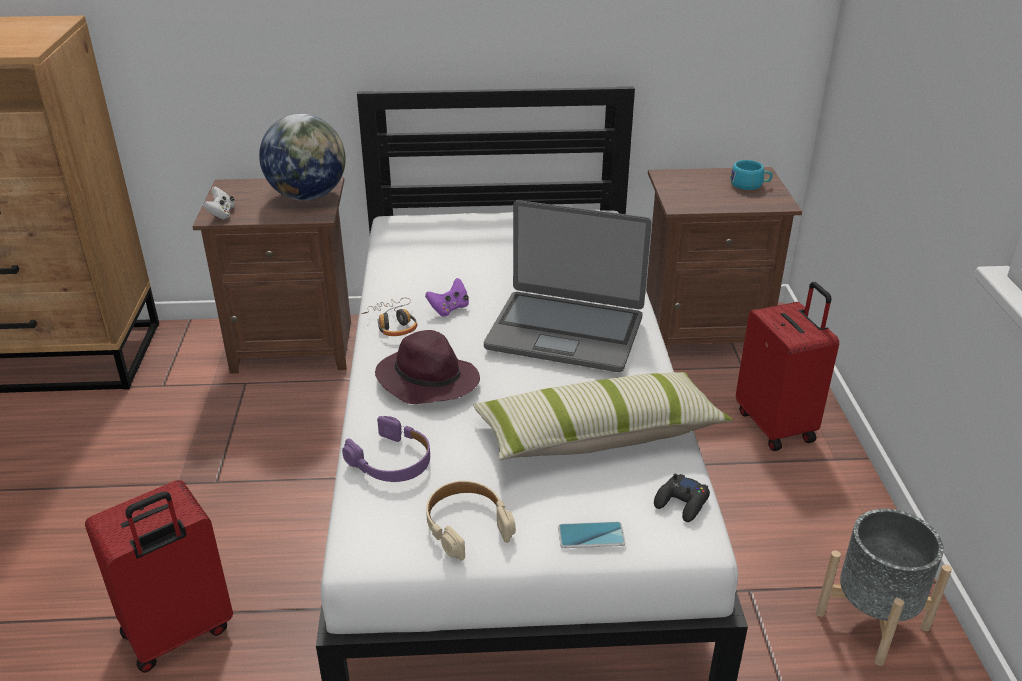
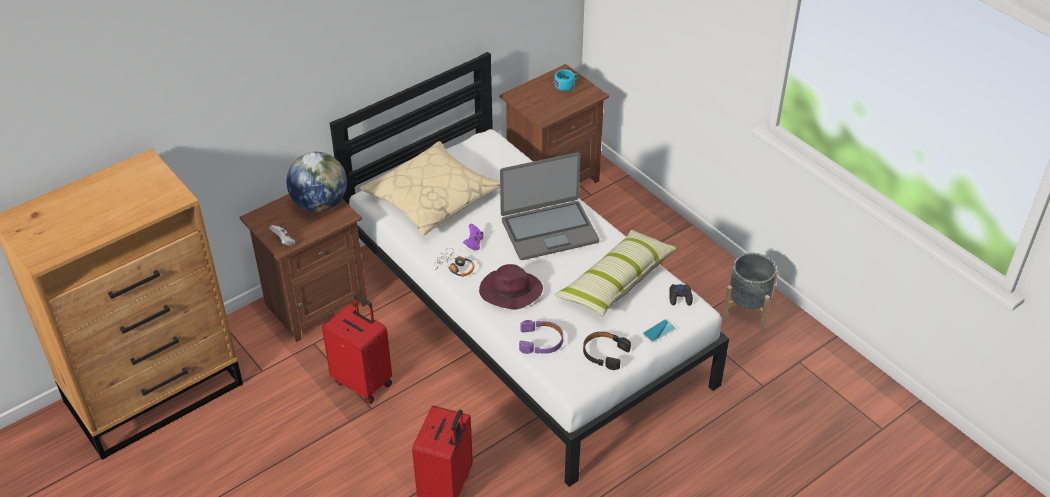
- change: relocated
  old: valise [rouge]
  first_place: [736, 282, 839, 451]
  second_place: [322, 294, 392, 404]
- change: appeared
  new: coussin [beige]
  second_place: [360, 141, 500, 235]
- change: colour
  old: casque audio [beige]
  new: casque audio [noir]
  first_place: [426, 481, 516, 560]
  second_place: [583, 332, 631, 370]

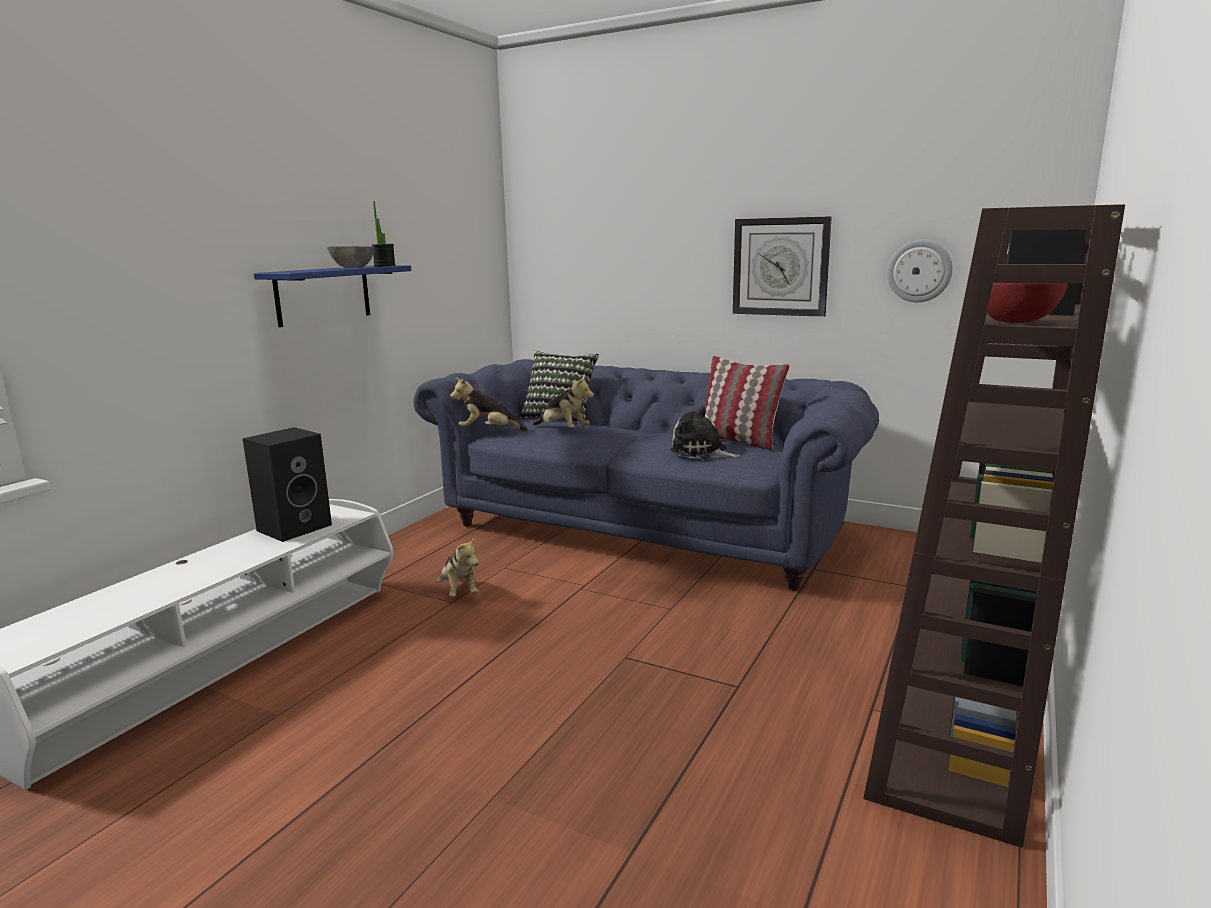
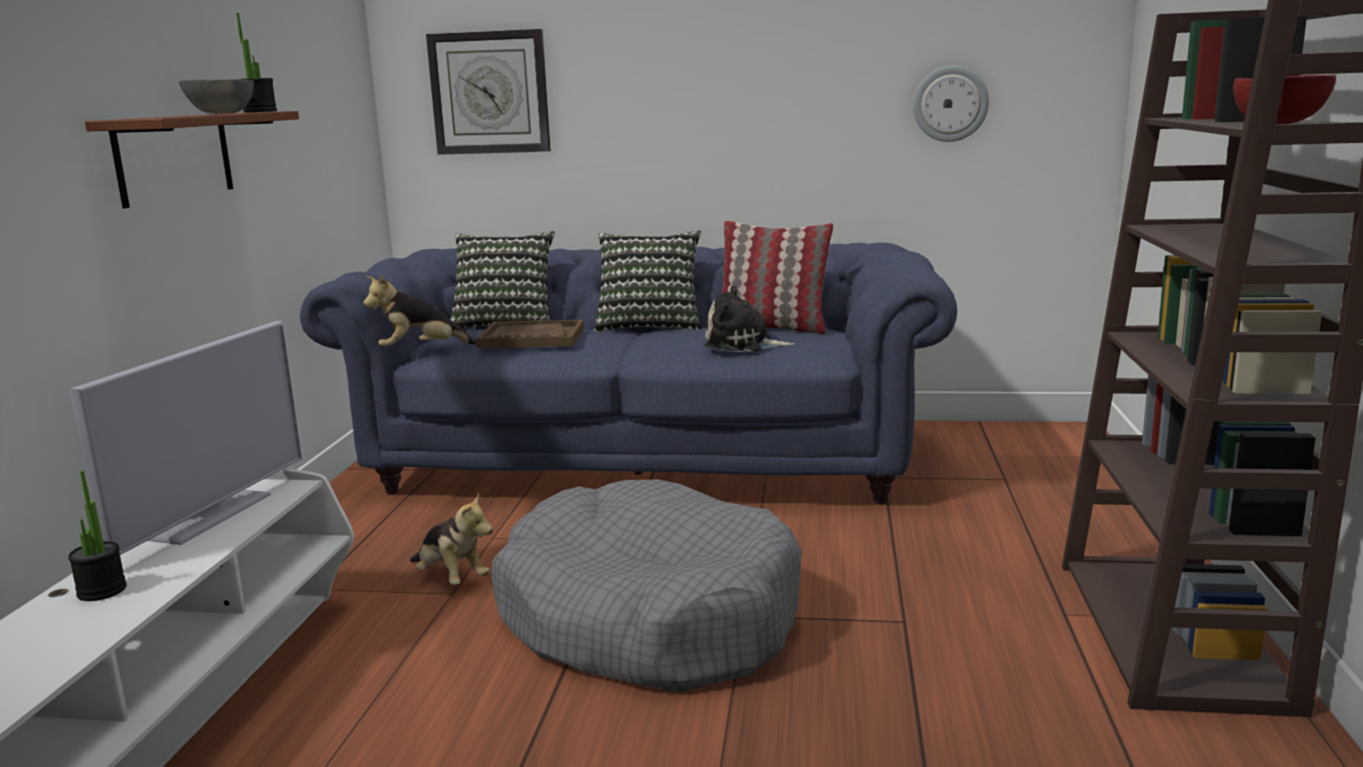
- change: appeared
  new: plante en pot
  second_place: [68, 470, 127, 601]
- change: exchanged
  old: enceinte [noir]
  new: téléviseur
  first_place: [243, 427, 332, 542]
  second_place: [70, 321, 302, 555]
- change: colour
  old: étagère [bleu]
  new: étagère [marron]
  first_place: [254, 265, 411, 327]
  second_place: [85, 111, 299, 208]
- change: relocated
  old: horloge murale
  first_place: [733, 216, 832, 317]
  second_place: [426, 29, 551, 155]
- change: exchanged
  old: peluche
  new: plateau [marron]
  first_place: [533, 375, 594, 428]
  second_place: [476, 320, 584, 348]
- change: appeared
  new: panier pour chien [gris]
  second_place: [491, 479, 802, 692]
- change: appeared
  new: coussin
  second_place: [594, 230, 701, 332]

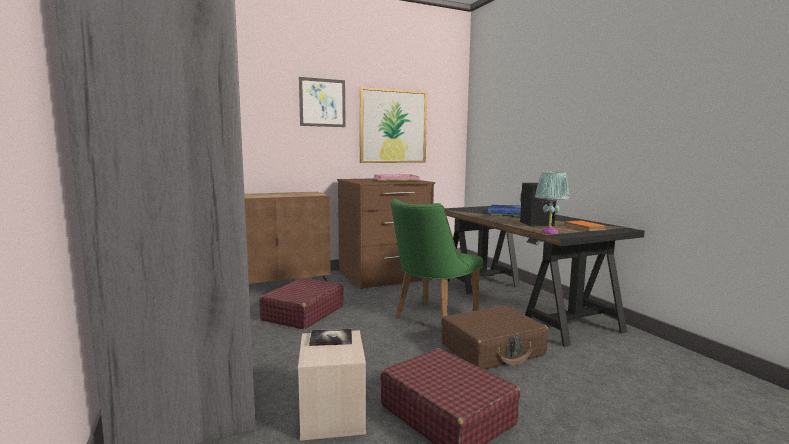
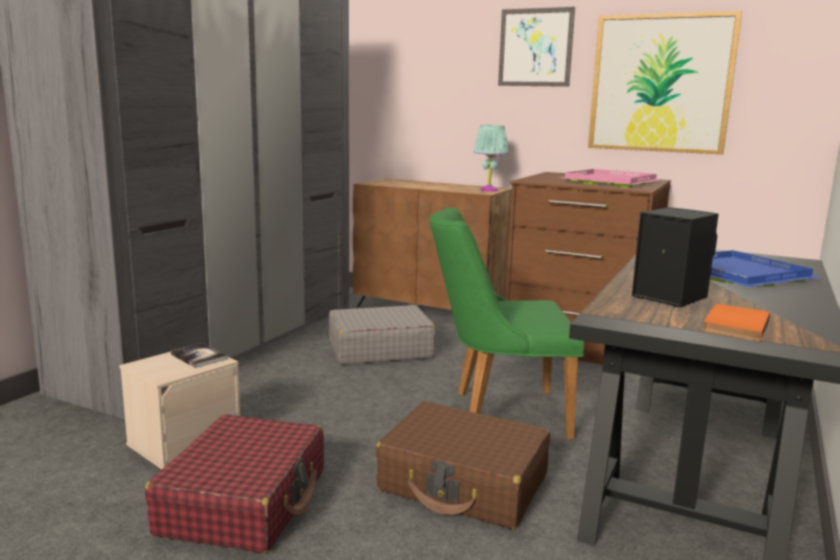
- change: colour
  old: valise [rouge]
  new: valise [gris]
  first_place: [259, 277, 344, 329]
  second_place: [329, 305, 435, 365]
- change: relocated
  old: lampe de table [turquoise]
  first_place: [535, 172, 570, 234]
  second_place: [473, 125, 509, 192]

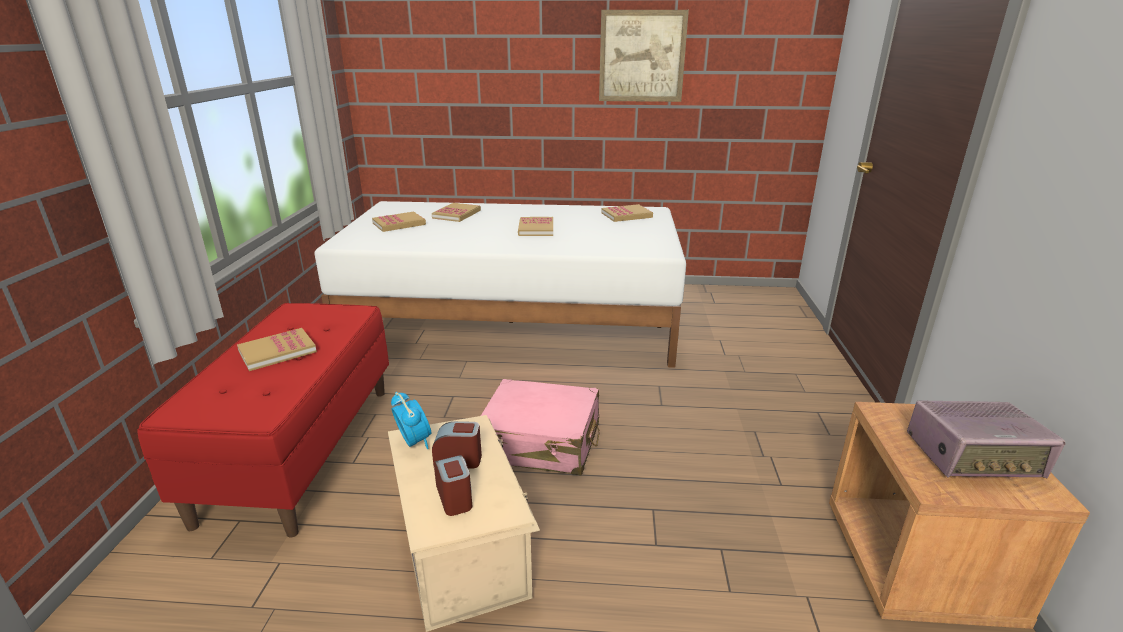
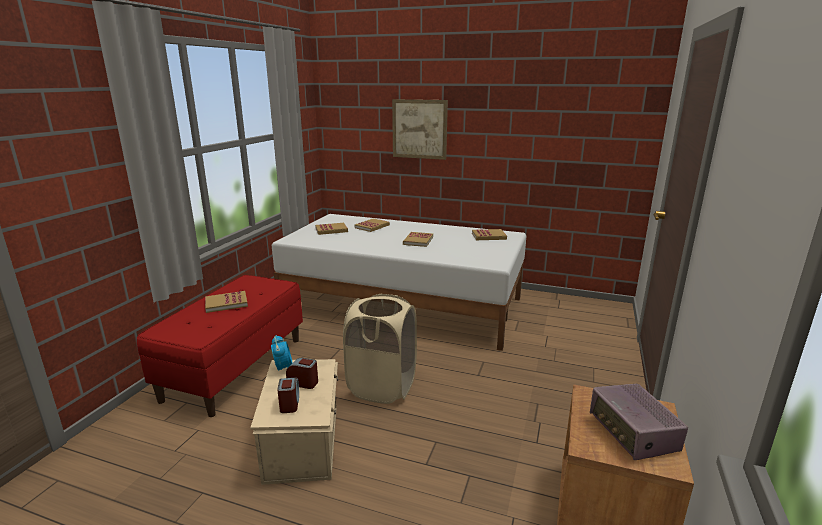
- change: exchanged
  old: valise [rose]
  new: panier à linge [beige]
  first_place: [481, 379, 600, 475]
  second_place: [343, 294, 417, 404]
- change: relocated
  old: tableau
  first_place: [599, 10, 689, 102]
  second_place: [392, 99, 448, 160]
- change: spun
  old: radio
  first_place: [907, 401, 1065, 478]
  second_place: [590, 384, 688, 460]
  degrees: 60

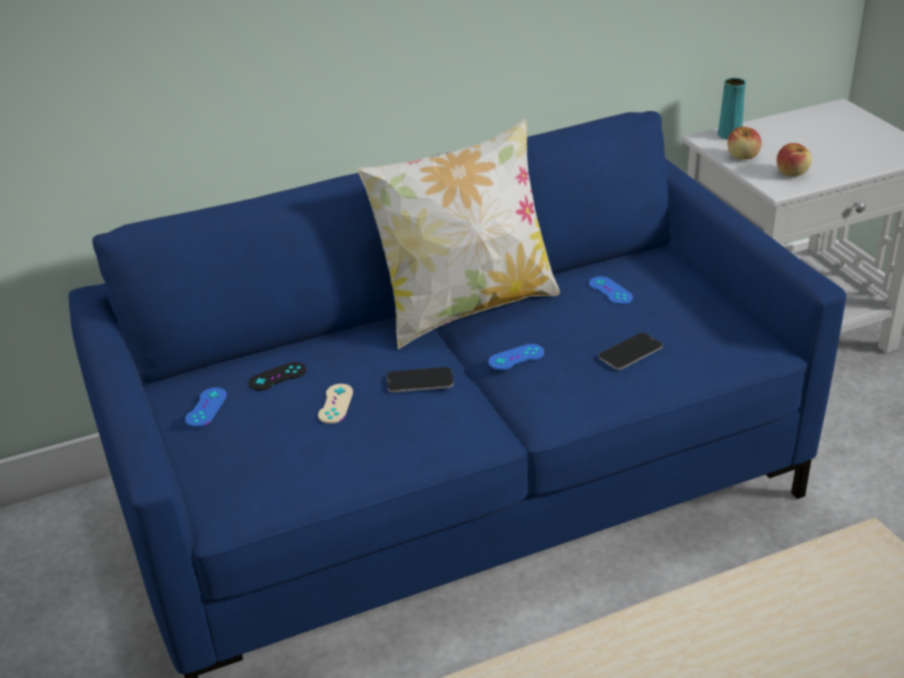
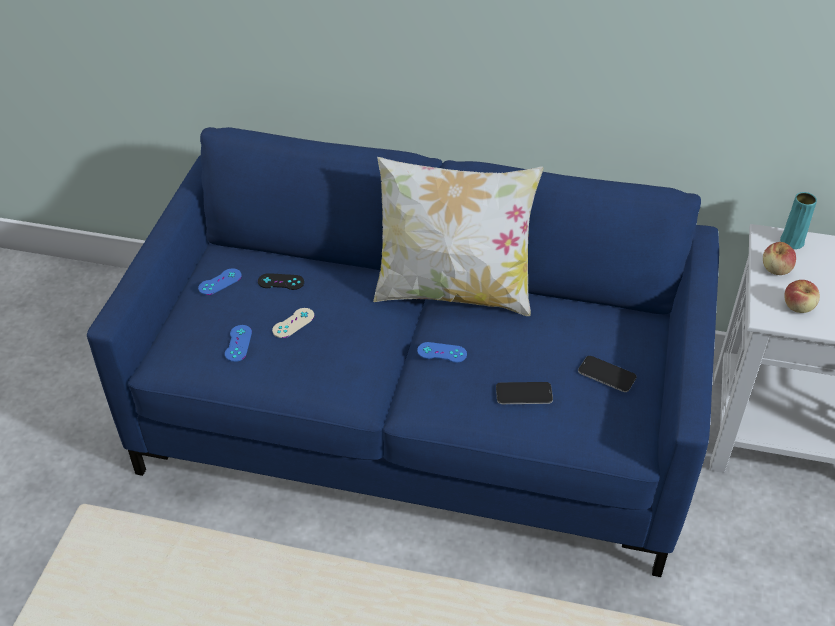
- change: relocated
  old: manette [bleu]
  first_place: [589, 276, 633, 305]
  second_place: [225, 325, 252, 362]
- change: relocated
  old: téléphone
  first_place: [387, 367, 453, 393]
  second_place: [578, 356, 637, 392]

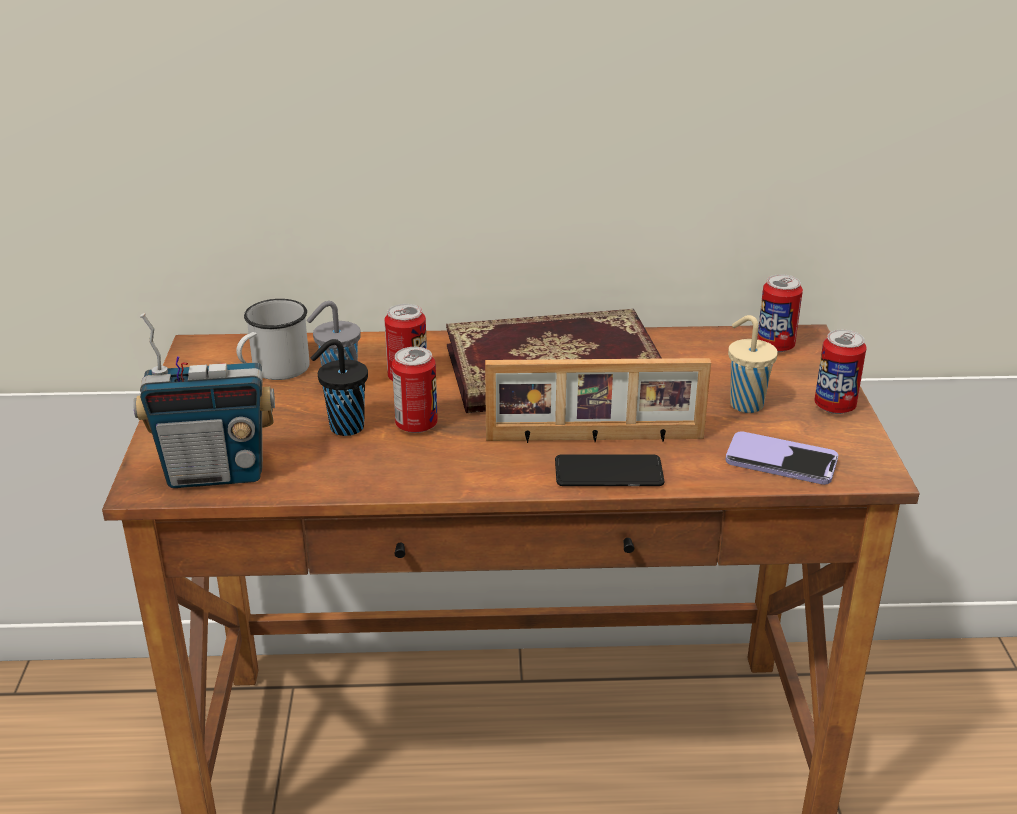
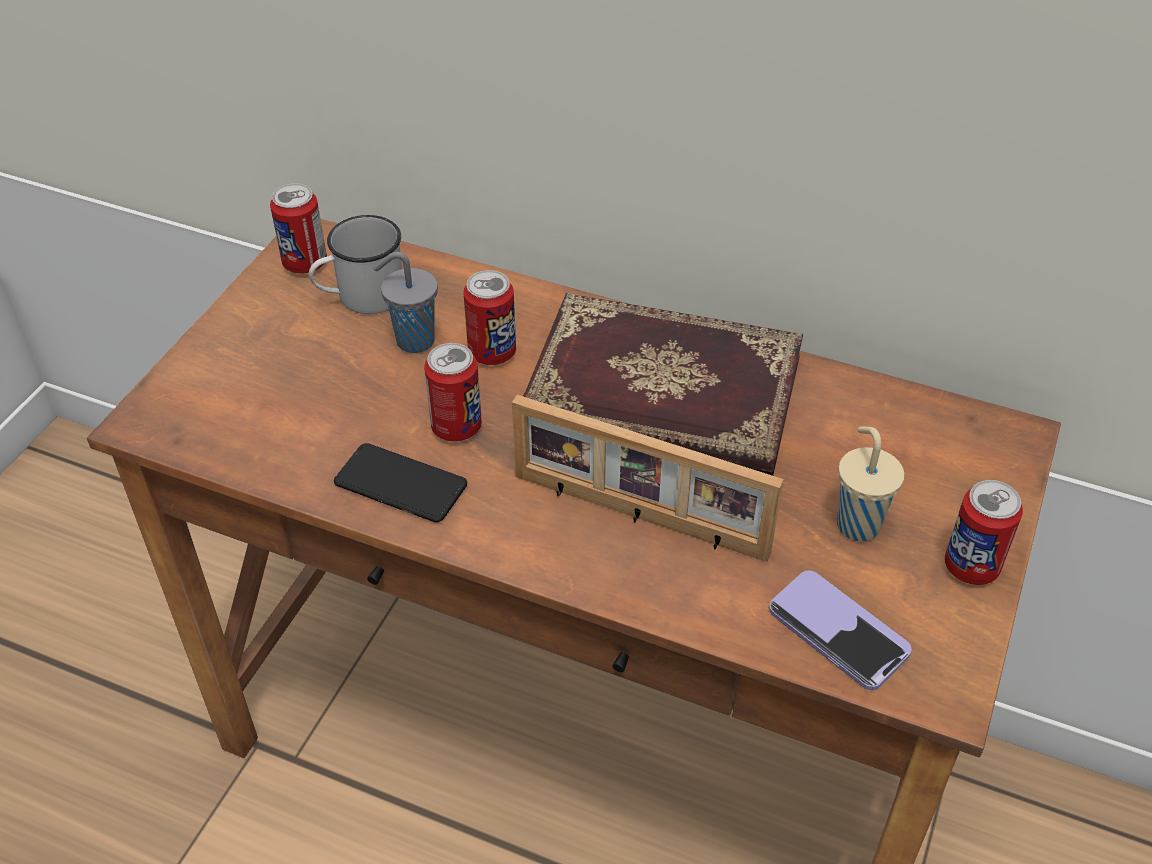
- change: relocated
  old: boîte métallique
  first_place: [757, 274, 803, 353]
  second_place: [270, 183, 327, 273]
- change: relocated
  old: téléphone
  first_place: [555, 454, 664, 486]
  second_place: [334, 443, 467, 522]
- change: missing
  old: radio
  first_place: [133, 313, 275, 488]
- change: missing
  old: tasse [noir]
  first_place: [311, 339, 368, 436]

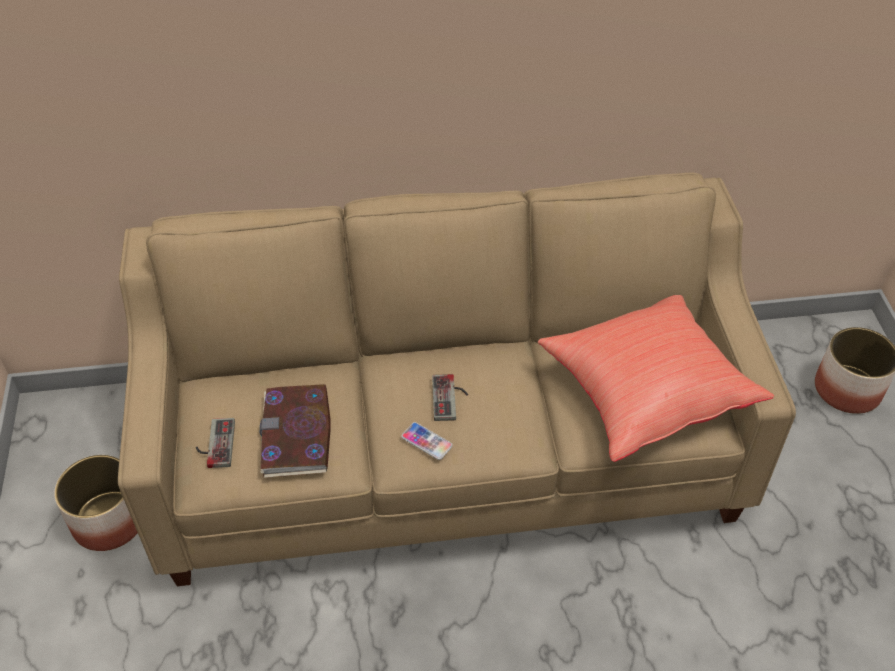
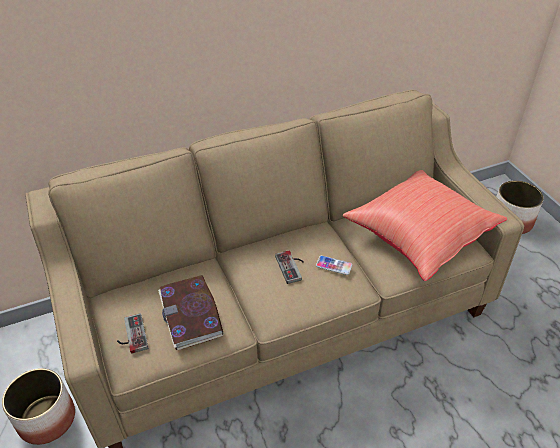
- change: relocated
  old: téléphone
  first_place: [401, 422, 453, 460]
  second_place: [316, 255, 352, 275]

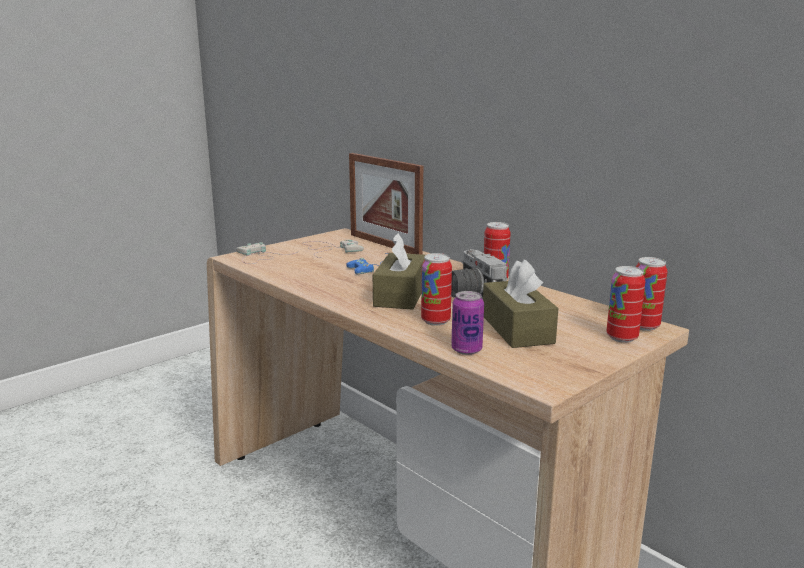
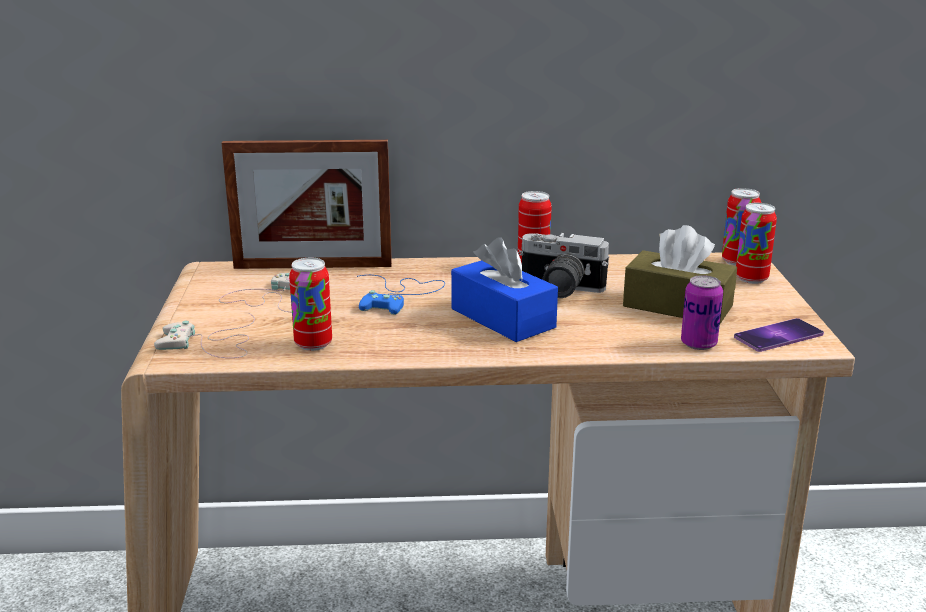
- change: relocated
  old: boîte métallique
  first_place: [421, 253, 452, 326]
  second_place: [289, 258, 332, 351]
- change: colour
  old: boîte à mouchoirs [marron]
  new: boîte à mouchoirs [bleu]
  first_place: [373, 233, 425, 310]
  second_place: [451, 237, 558, 342]
- change: appeared
  new: téléphone
  second_place: [734, 318, 824, 352]

